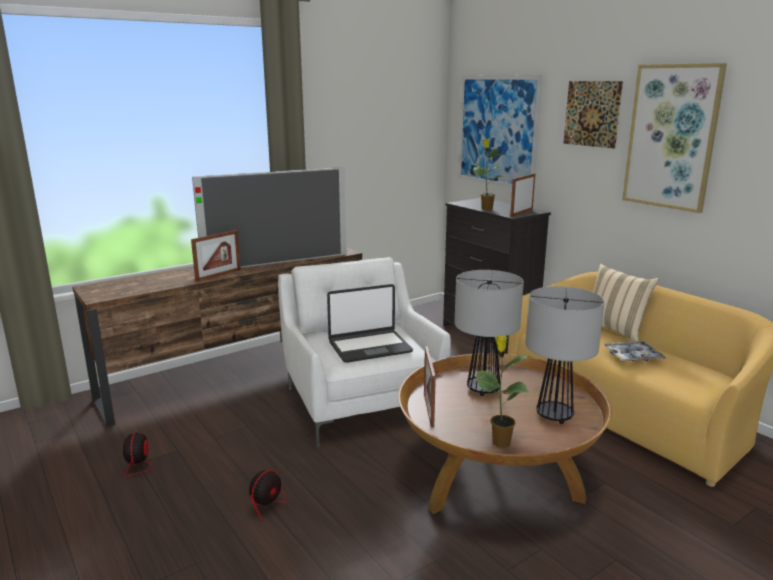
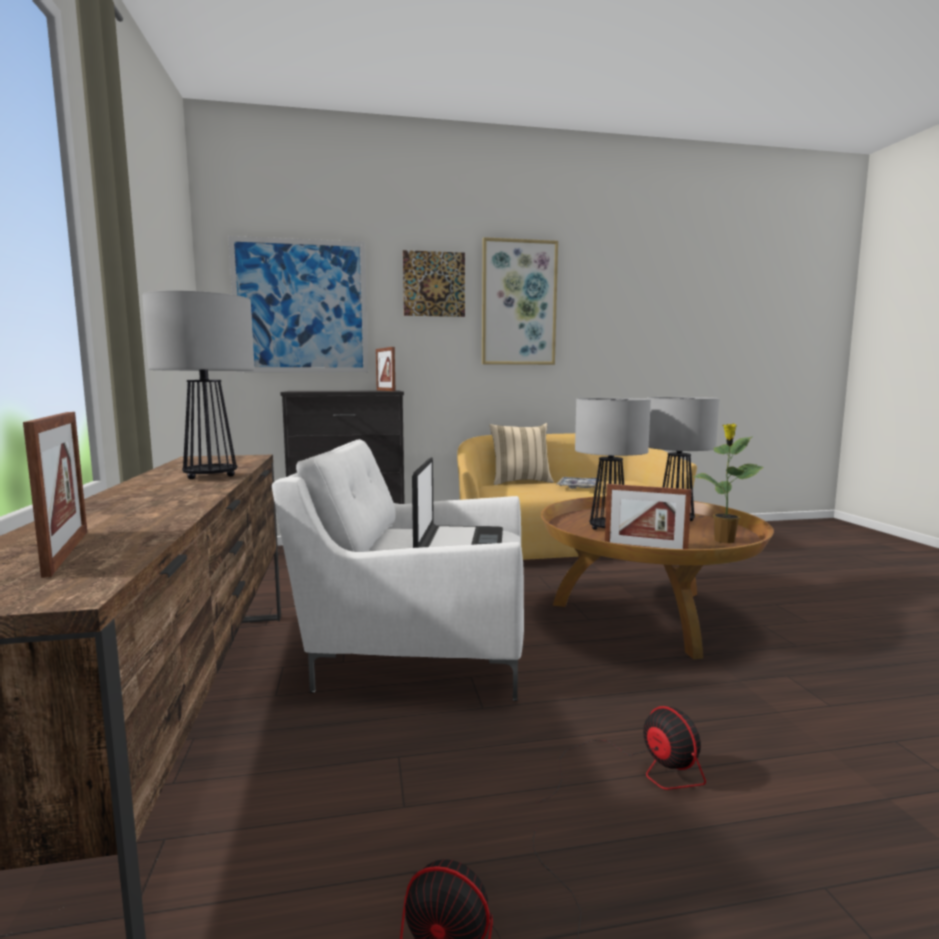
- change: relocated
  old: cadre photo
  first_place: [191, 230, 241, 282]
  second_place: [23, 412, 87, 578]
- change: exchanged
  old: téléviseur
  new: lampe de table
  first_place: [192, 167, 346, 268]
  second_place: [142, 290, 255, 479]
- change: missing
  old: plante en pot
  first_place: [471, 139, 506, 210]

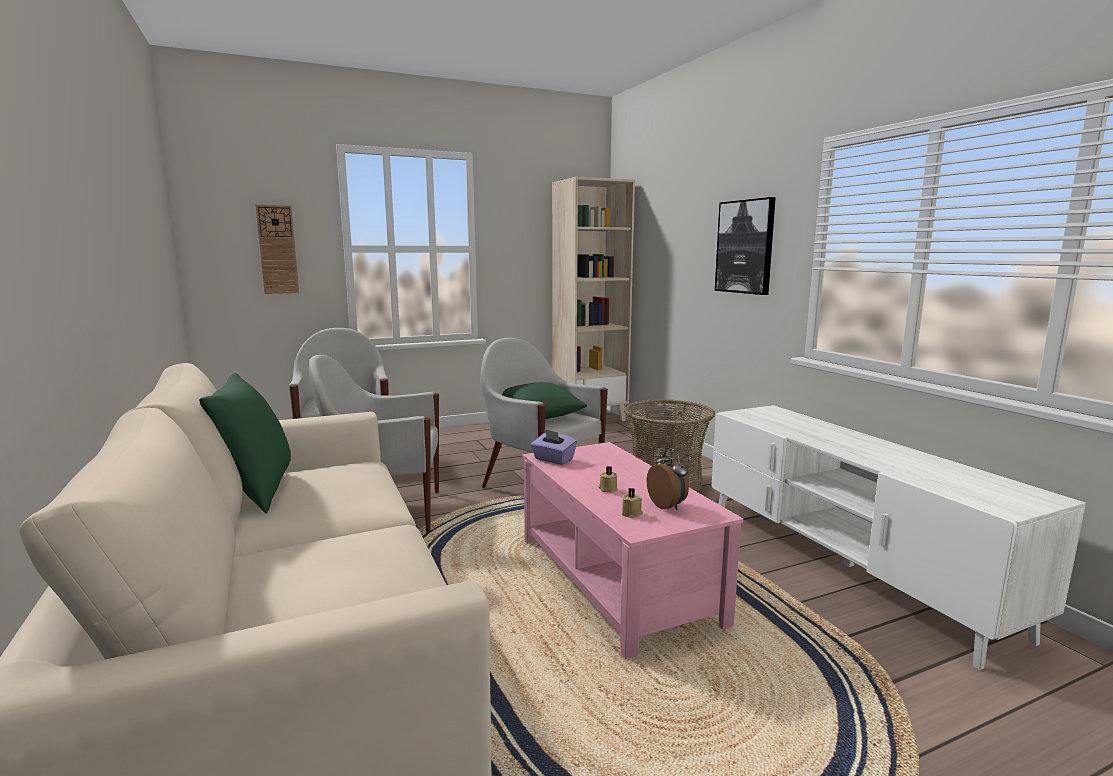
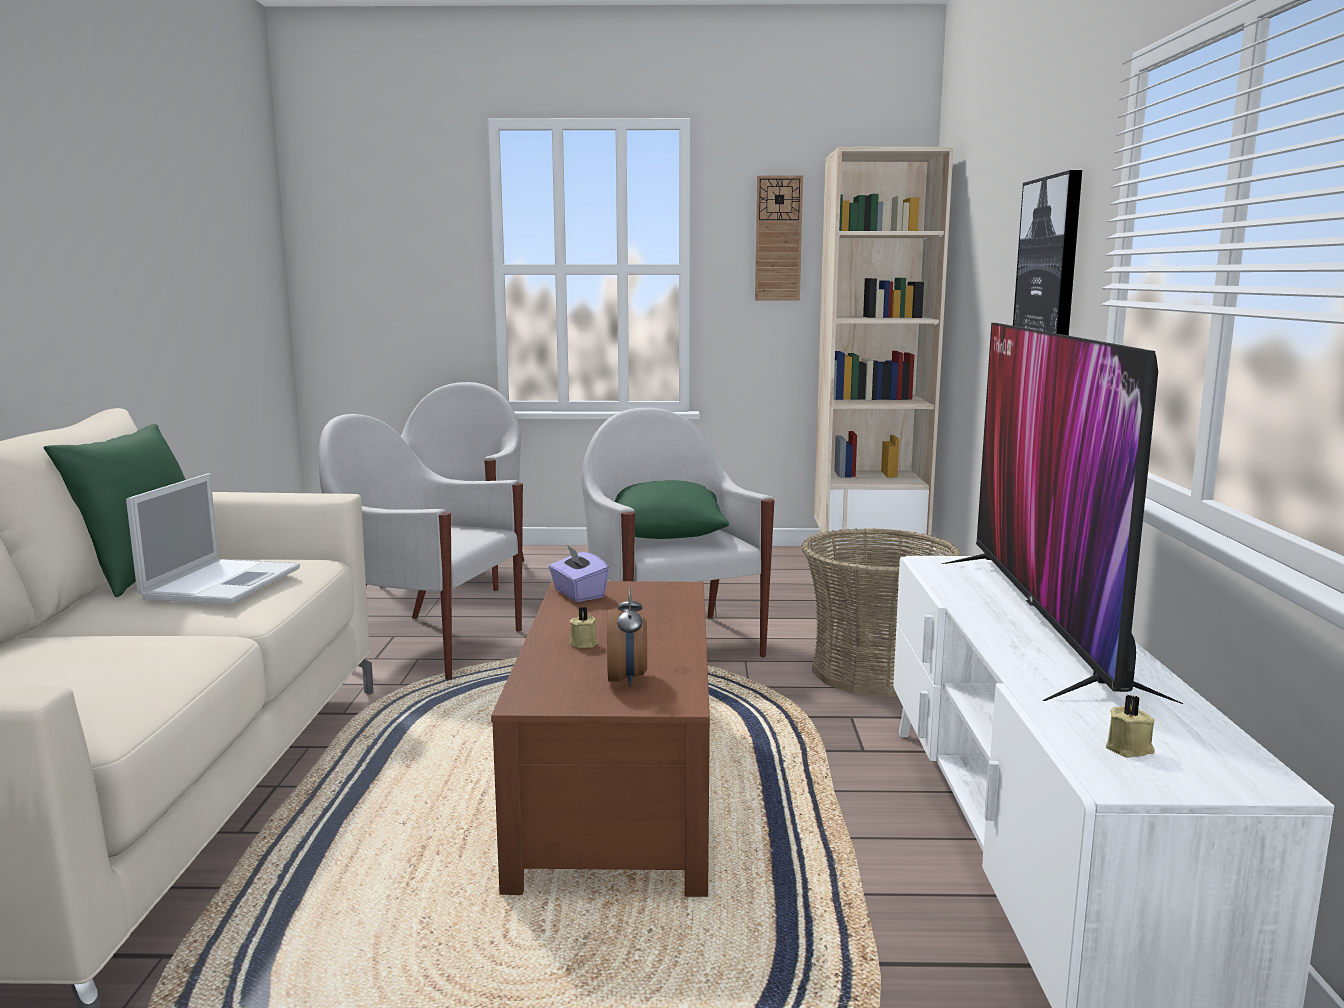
- change: appeared
  new: ordinateur portable
  second_place: [126, 473, 300, 605]
- change: colour
  old: table basse [rose]
  new: table basse [marron]
  first_place: [523, 442, 744, 659]
  second_place: [491, 581, 710, 897]
- change: relocated
  old: horloge murale
  first_place: [256, 205, 299, 294]
  second_place: [755, 175, 803, 301]
- change: appeared
  new: téléviseur
  second_place: [942, 323, 1184, 704]
- change: relocated
  old: bougie [beige]
  first_place: [622, 488, 643, 518]
  second_place: [1106, 694, 1155, 758]

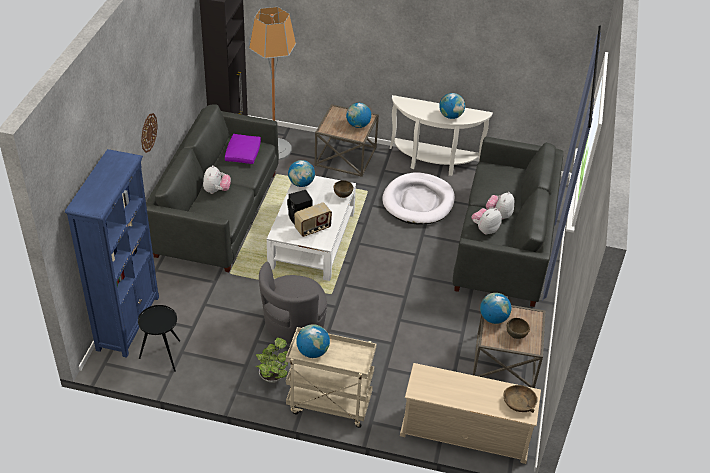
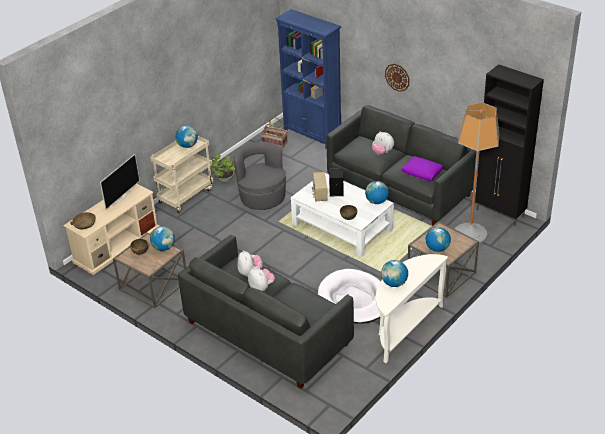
- change: appeared
  new: téléviseur
  second_place: [100, 154, 140, 210]
- change: exchanged
  old: table d'appoint [noir]
  new: panier
  first_place: [138, 305, 180, 372]
  second_place: [261, 117, 287, 148]

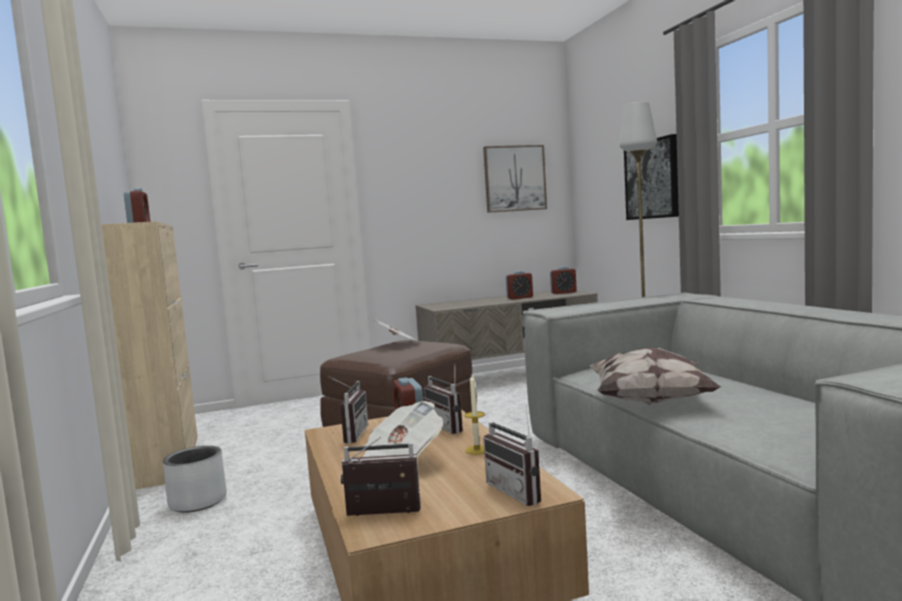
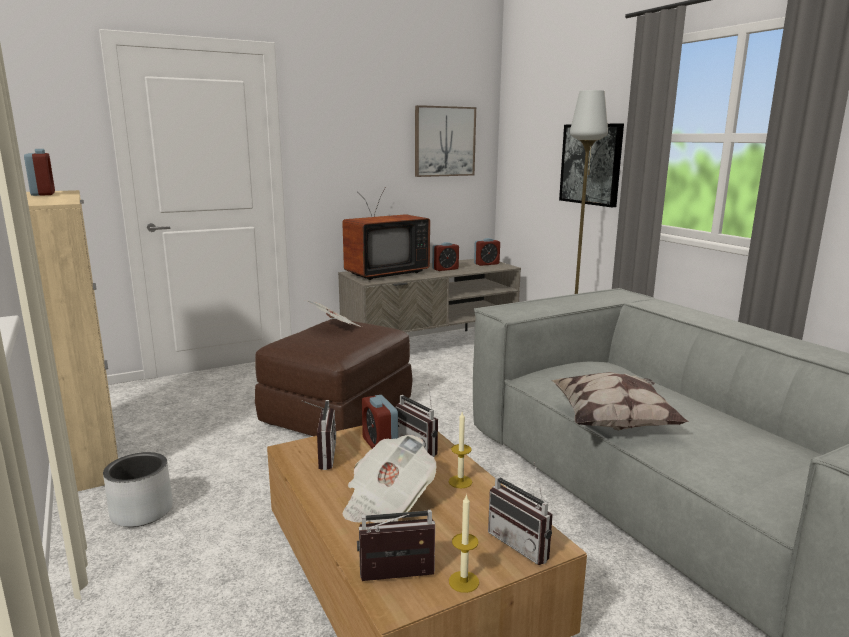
- change: appeared
  new: téléviseur
  second_place: [342, 187, 430, 280]
- change: appeared
  new: bougie
  second_place: [449, 494, 479, 593]

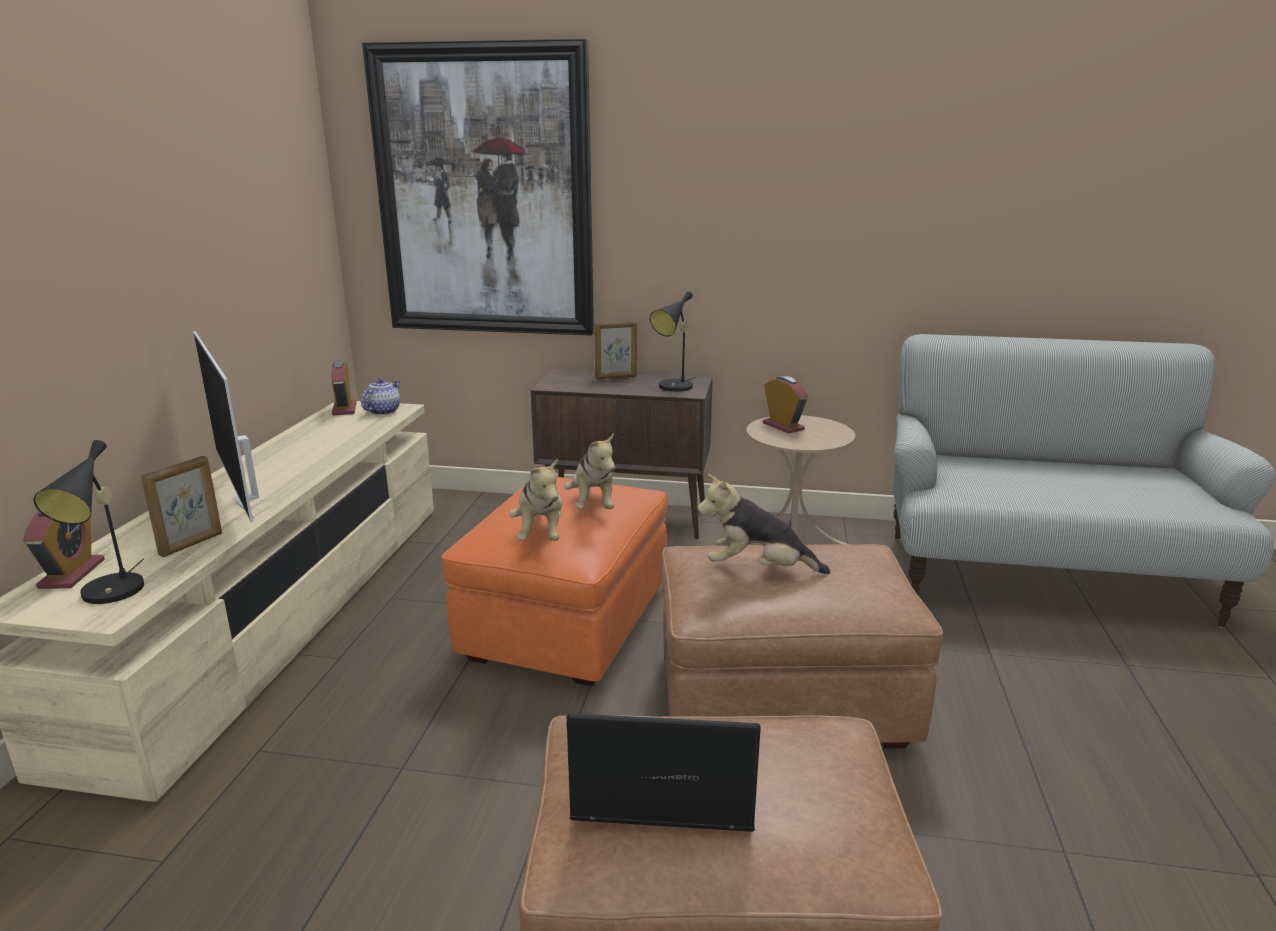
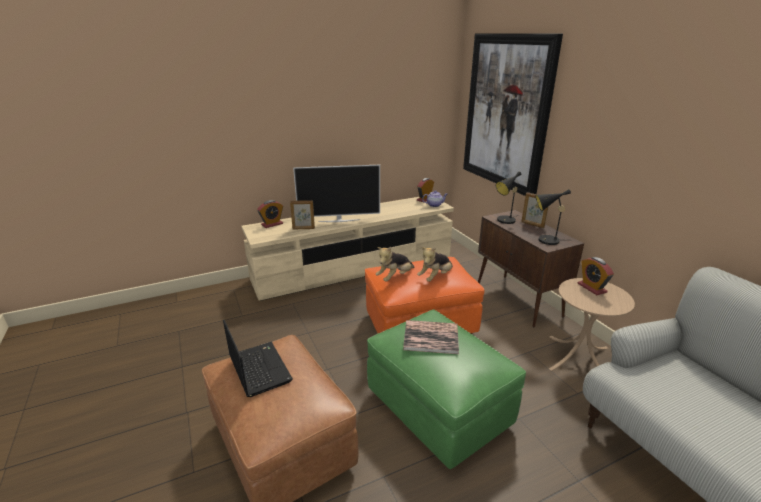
- change: spun
  old: téléviseur
  first_place: [193, 331, 259, 522]
  second_place: [293, 165, 380, 222]
  degrees: -120
- change: colour
  old: pouf [marron]
  new: pouf [vert]
  first_place: [662, 544, 943, 749]
  second_place: [367, 310, 526, 469]
- change: exchanged
  old: peluche
  new: livre
  first_place: [697, 474, 830, 574]
  second_place: [403, 320, 459, 354]
- change: relocated
  old: lampe de table [noir]
  first_place: [34, 440, 144, 604]
  second_place: [496, 171, 521, 224]
- change: spun
  old: réveil
  first_place: [763, 376, 808, 433]
  second_place: [578, 257, 614, 295]
  degrees: 135

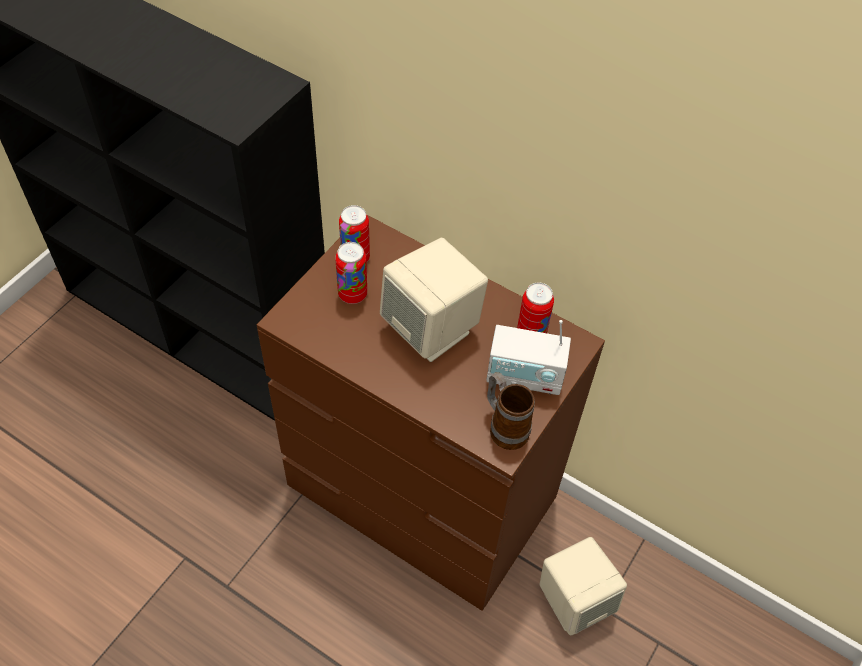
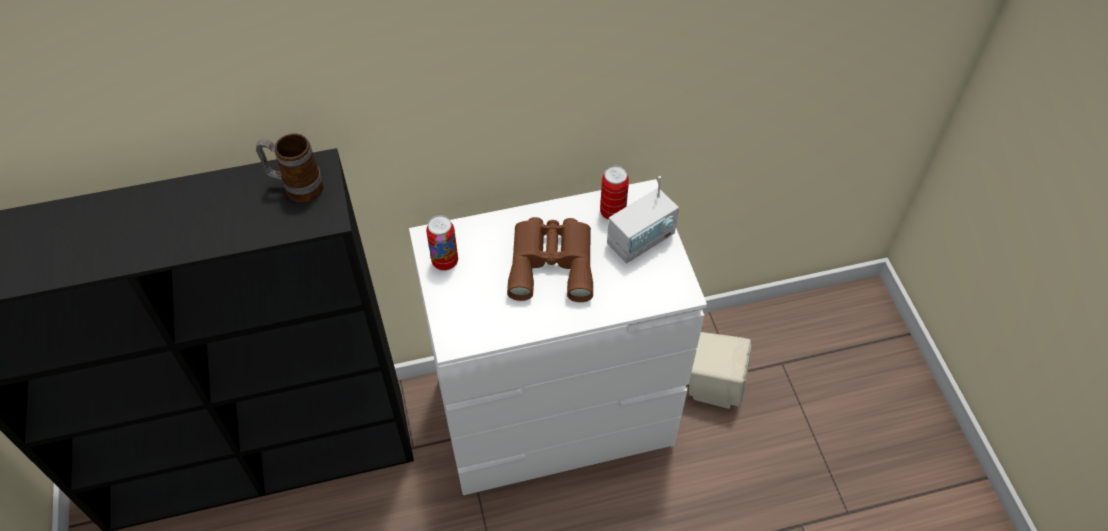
- change: relocated
  old: mug
  first_place: [487, 372, 535, 450]
  second_place: [256, 134, 324, 202]
- change: colour
  old: commode [marron]
  new: commode [blanc]
  first_place: [257, 215, 605, 611]
  second_place: [409, 179, 707, 495]
- change: exchanged
  old: enceinte [beige]
  new: jumelles [marron]
  first_place: [380, 238, 488, 362]
  second_place: [507, 217, 593, 302]
- change: missing
  old: boîte métallique
  first_place: [335, 242, 367, 304]

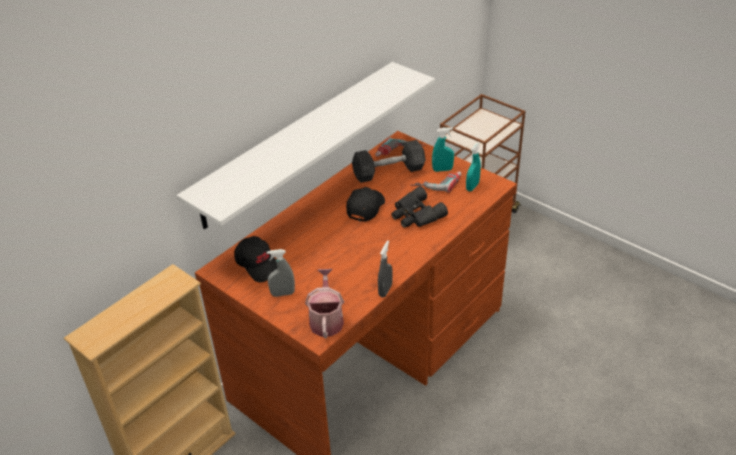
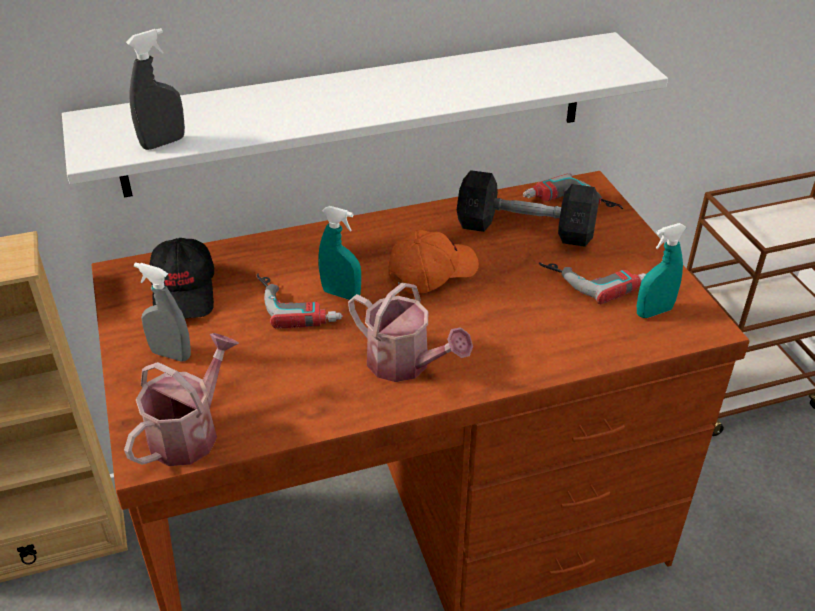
- change: relocated
  old: vaporisateur [gris]
  first_place: [378, 241, 393, 297]
  second_place: [126, 28, 185, 150]
- change: appeared
  new: perceuse
  second_place: [257, 273, 343, 329]
- change: relocated
  old: vaporisateur [turquoise]
  first_place: [432, 127, 454, 172]
  second_place: [318, 206, 361, 300]
- change: appeared
  new: arrosoir
  second_place: [348, 283, 473, 382]
- change: colour
  old: casquette [noir]
  new: casquette [orange]
  first_place: [346, 187, 385, 222]
  second_place: [388, 230, 479, 293]
- change: missing
  old: jumelles [noir]
  first_place: [391, 186, 448, 228]

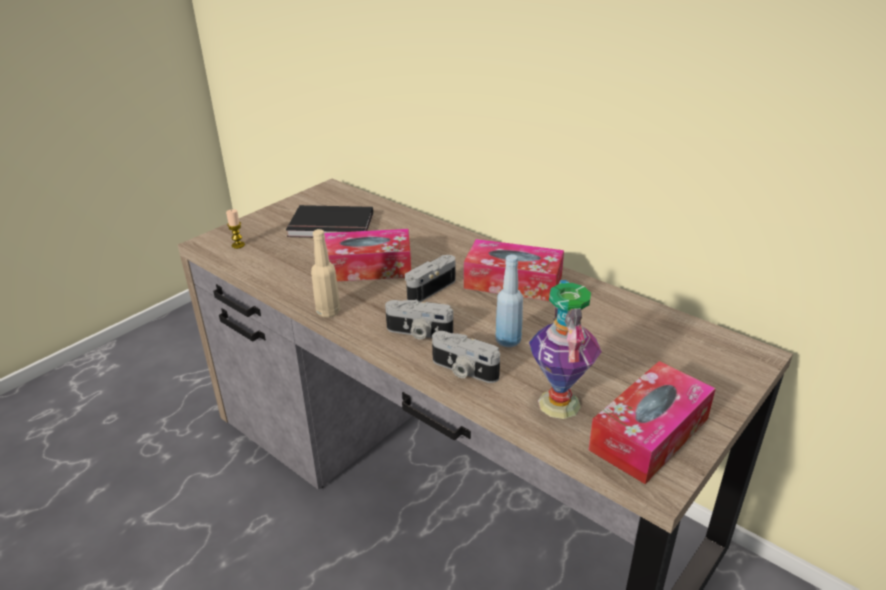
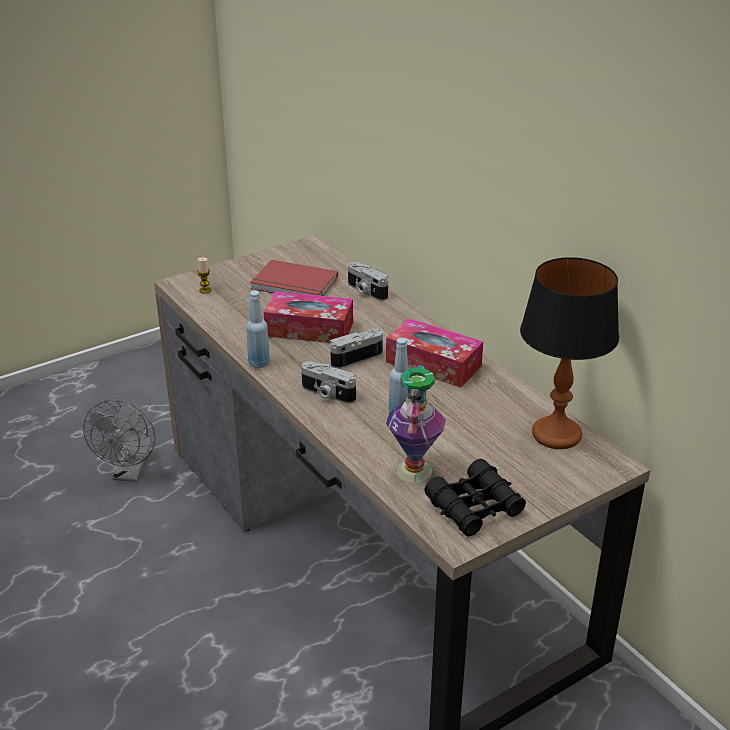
- change: appeared
  new: ventilateur [gris]
  second_place: [83, 400, 156, 482]
- change: colour
  old: bouteille [beige]
  new: bouteille [bleu]
  first_place: [311, 229, 340, 318]
  second_place: [246, 290, 270, 368]
- change: colour
  old: livre [noir]
  new: livre [rouge]
  first_place: [286, 205, 373, 238]
  second_place: [250, 260, 338, 296]
- change: relocated
  old: appareil photo
  first_place: [432, 331, 500, 383]
  second_place: [348, 262, 388, 301]
- change: exchanged
  old: boîte à mouchoirs
  new: jumelles [noir]
  first_place: [588, 361, 716, 484]
  second_place: [424, 459, 526, 536]
- change: appeared
  new: lampe de table
  second_place: [520, 257, 619, 449]

